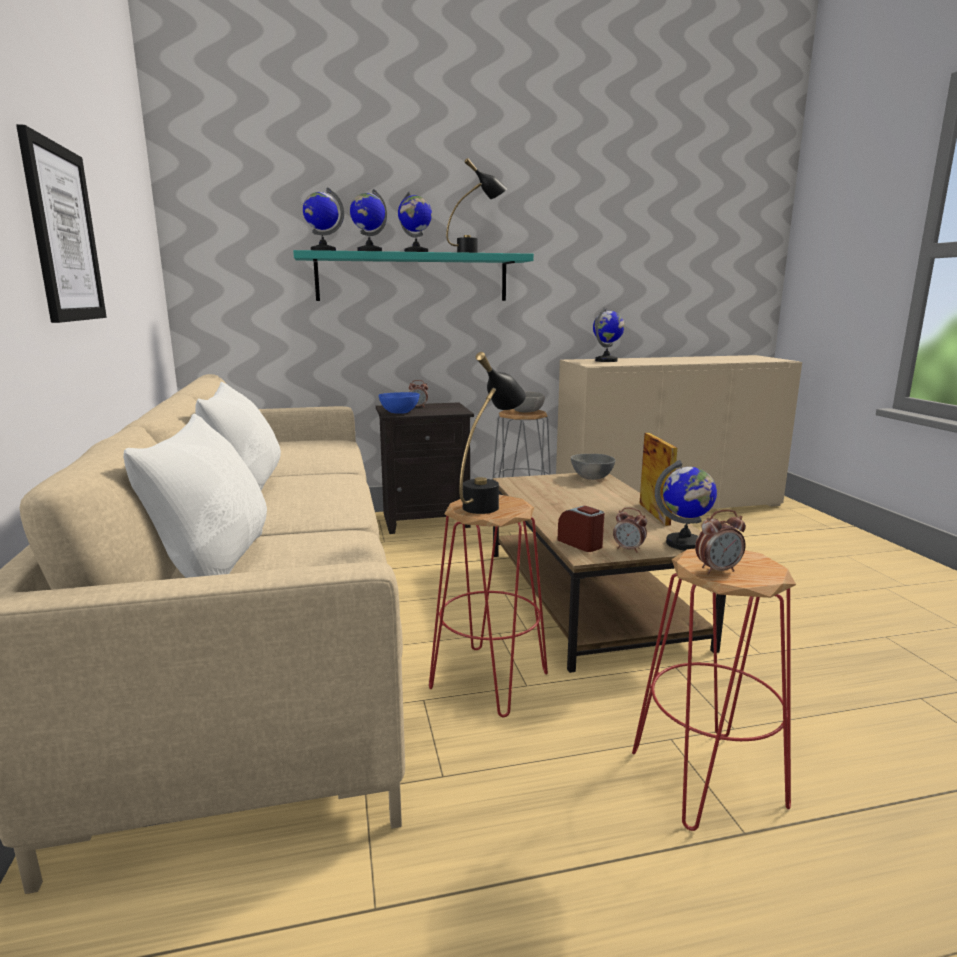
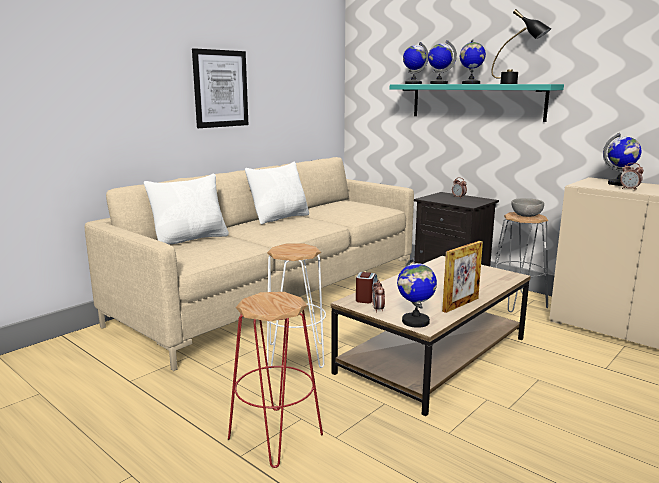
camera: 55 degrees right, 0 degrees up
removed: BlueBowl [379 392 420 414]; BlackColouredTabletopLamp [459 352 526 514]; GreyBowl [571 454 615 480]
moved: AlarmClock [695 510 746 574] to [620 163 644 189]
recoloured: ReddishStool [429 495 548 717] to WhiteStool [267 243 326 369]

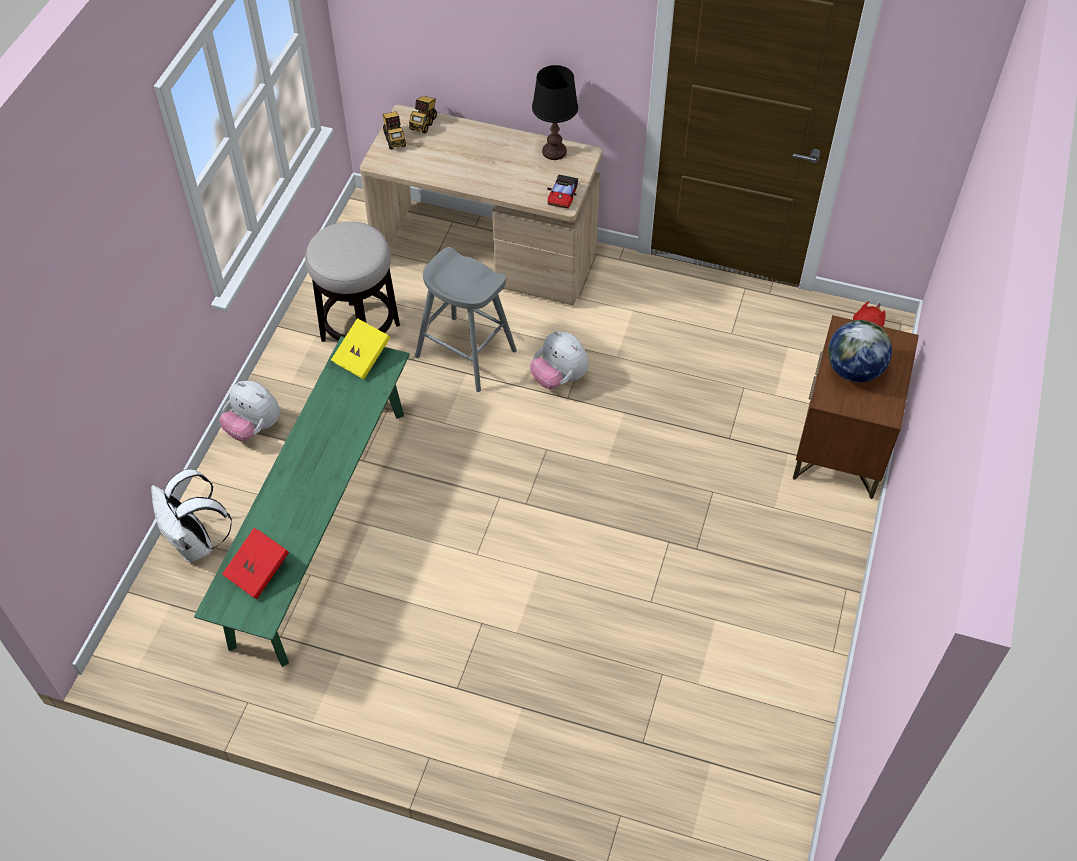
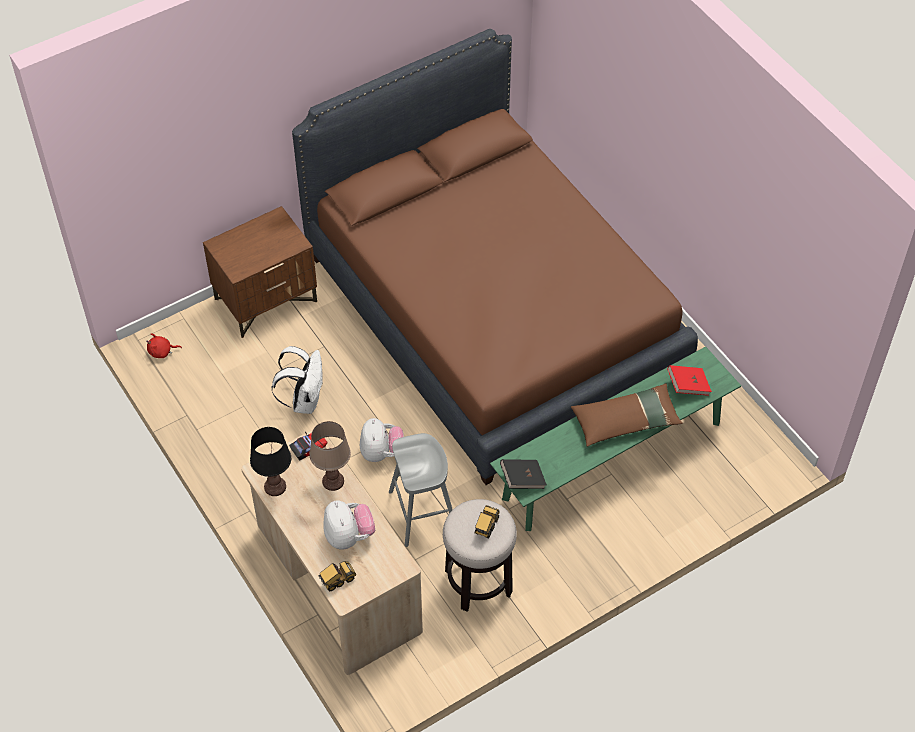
camera: 140 degrees left, 0 degrees up
removed: WorldGlobe [828 320 892 383]
added: BrownColouredSleepingBed [292 29 698 485]; BrownColouredTabletopLamp [309 421 351 491]; BrownColouredThrowPillow [571 383 683 447]
moved: WhiteKnapsack [151 469 232 562] to [271 346 323 414]; PlushToy [219 381 280 441] to [323 500 375 549]; ToyTruck [382 112 406 149] to [475 505 500 539]
recoloured: YellowVolume [331 318 391 379] to BlackColouredVolume [500 459 547 489]

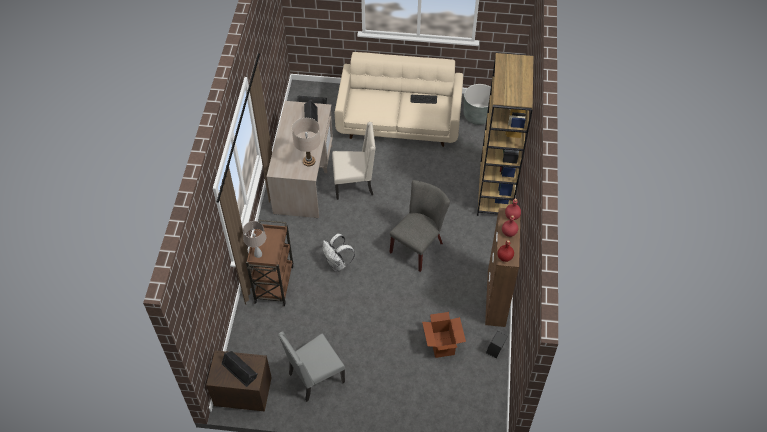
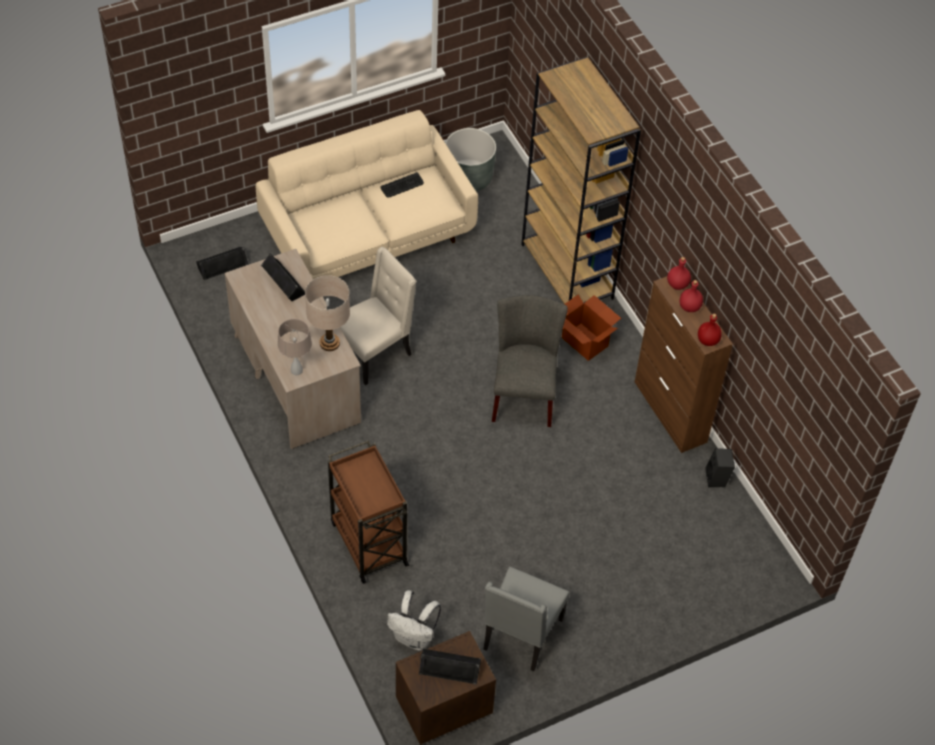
camera: 35 degrees left, 0 degrees up
moved: BeigeColouredTabletopLamp [243 221 266 258] to [278 319 312 375]; WhiteKnapsack [322 234 355 271] to [387 590 441 651]; CardboardBox [422 312 466 358] to [562 294 621 361]

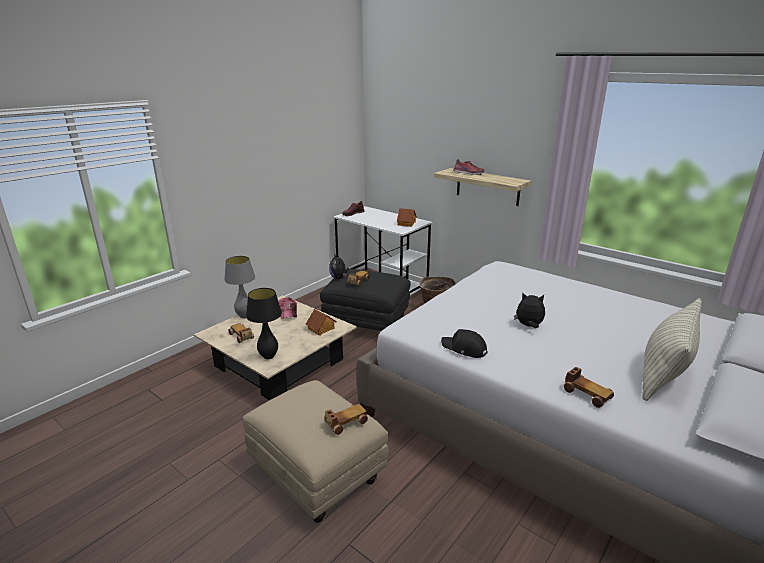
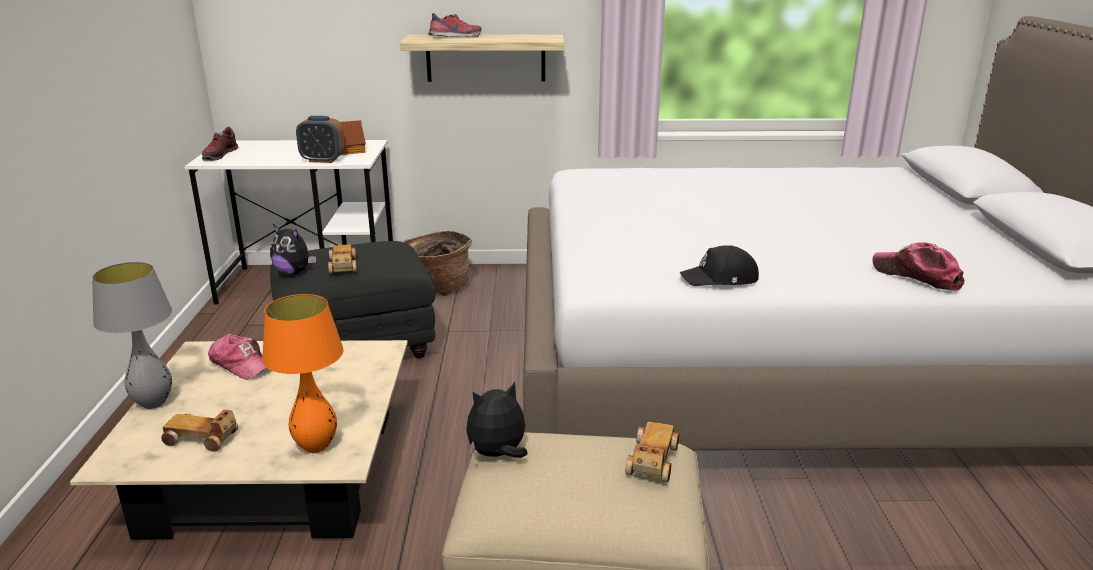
camera: 40 degrees left, 0 degrees up
removed: ModelHouse [306 309 337 336]; ThrowPillow [642 298 702 401]
added: AlarmClock [296 116 345 163]
moved: PlushToy [514 293 545 328] to [466 382 528 458]
replaced: ModelCar [564 367 614 408] to Cap [872 242 965 291]
recoloured: BlackColouredTabletopLamp [246 288 282 359] to OrangeTabletopLamp [262 294 344 453]

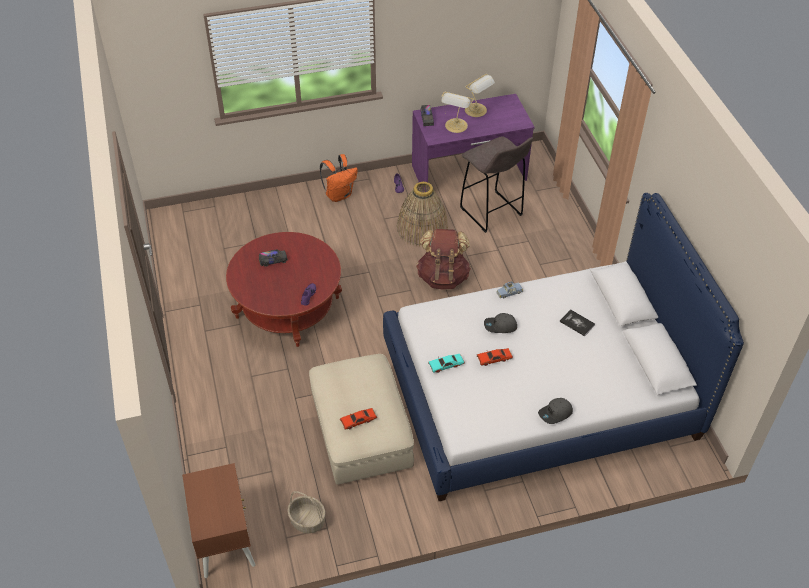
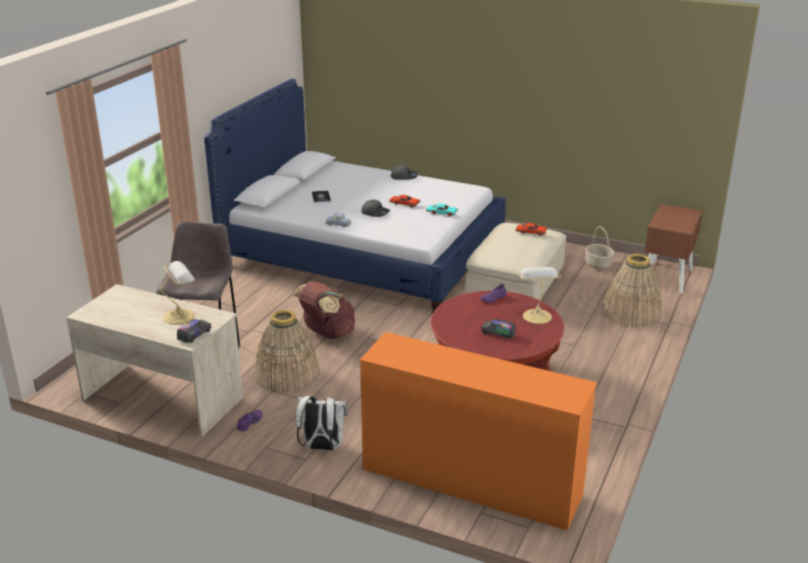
camera: 140 degrees left, 20 degrees down
added: OrangeChestOfDrawers [360 332 597 531]; HouseholdBasket [602 254 662 329]
moved: TabletopLamp [465 74 495 117] to [519 267 561 324]
recoloured: PurpleDeskUnit [412 94 535 192] to BeigeColouredDeskUnit [66 284 243 437]; OrangeKnapsack [320 154 358 202] to WhiteKnapsack [296 395 348 450]

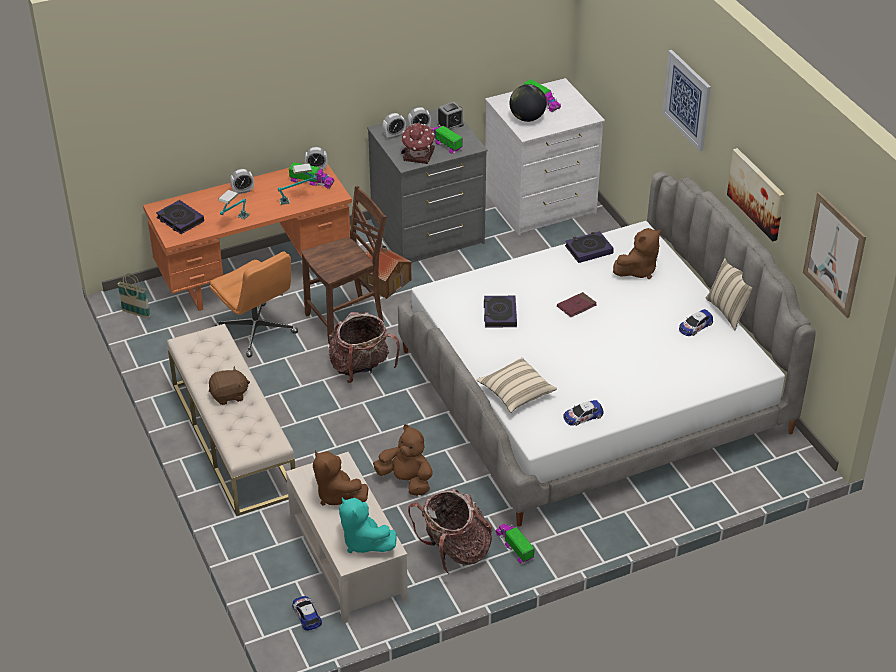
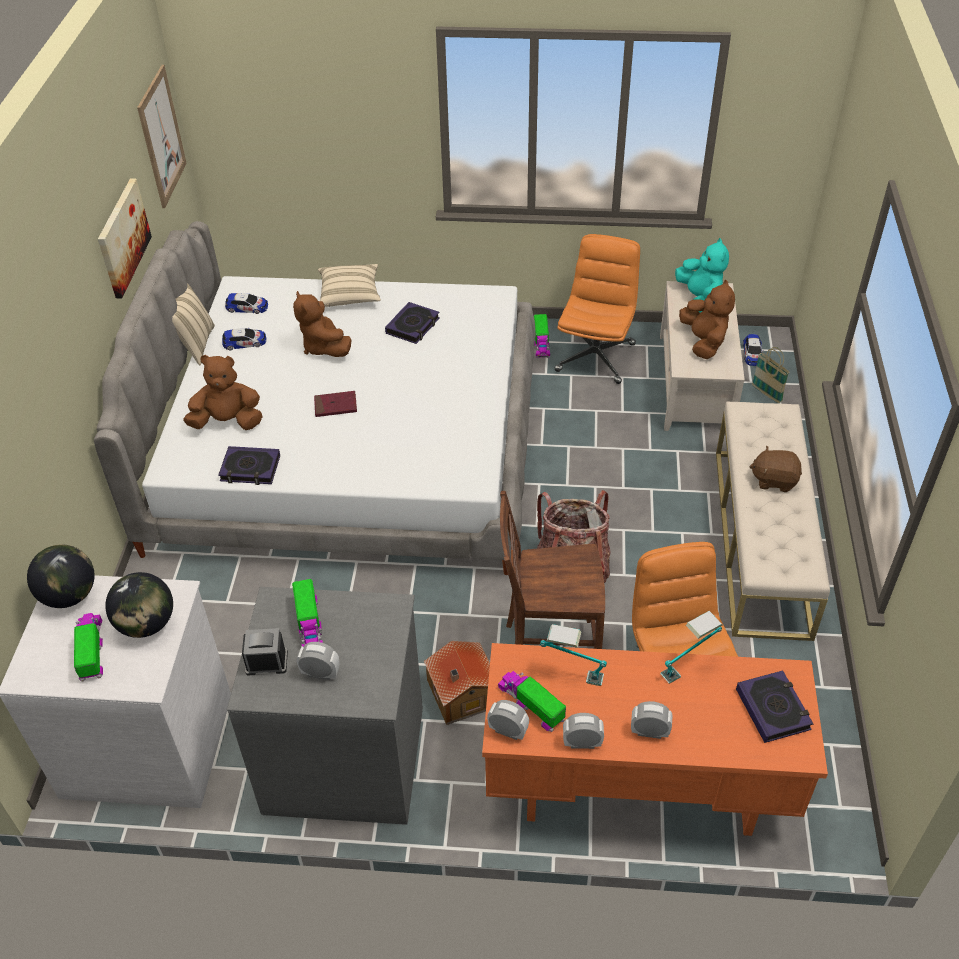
camera: 150 degrees left, 5 degrees up
removed: ModelHouse [401 123 435 164]; WallPicture [662 50 711 151]
added: WorldGlobe [27 545 95 608]
moved: ModelCar [563 400 604 426] to [225 293 268 314]; BrownColouredPlushToy [373 424 433 496] to [293 291 351 357]; BeigeColouredThrowPillow [476 357 557 413] to [318 264 381 307]; Volume [484 296 517 327] to [385 302 440 344]; AlarmClock [383 113 406 139] to [563 713 604 749]; HouseholdBasket [117 273 151 318] to [752 347 789 403]
replaced: Knapsack [408 489 492 574] to OrangeDeskChair [554 234 640 384]

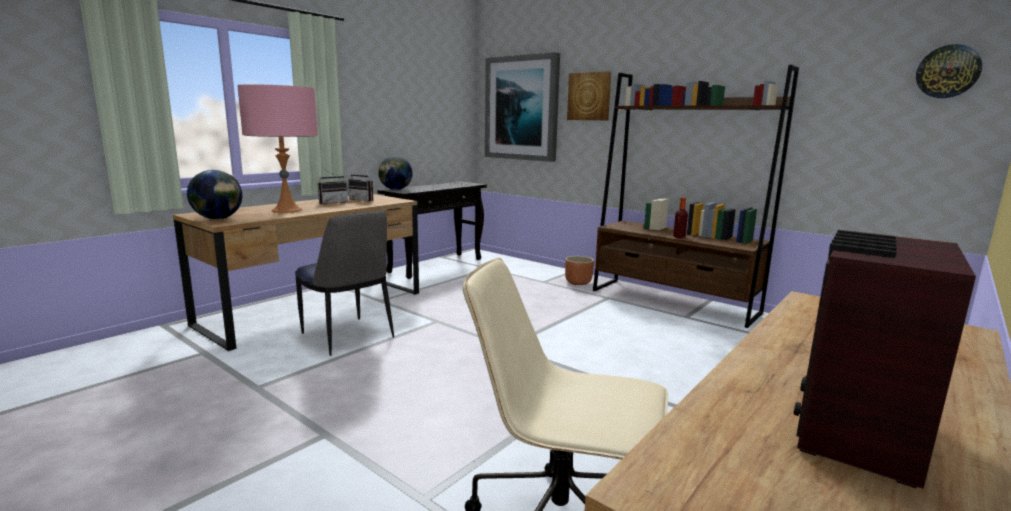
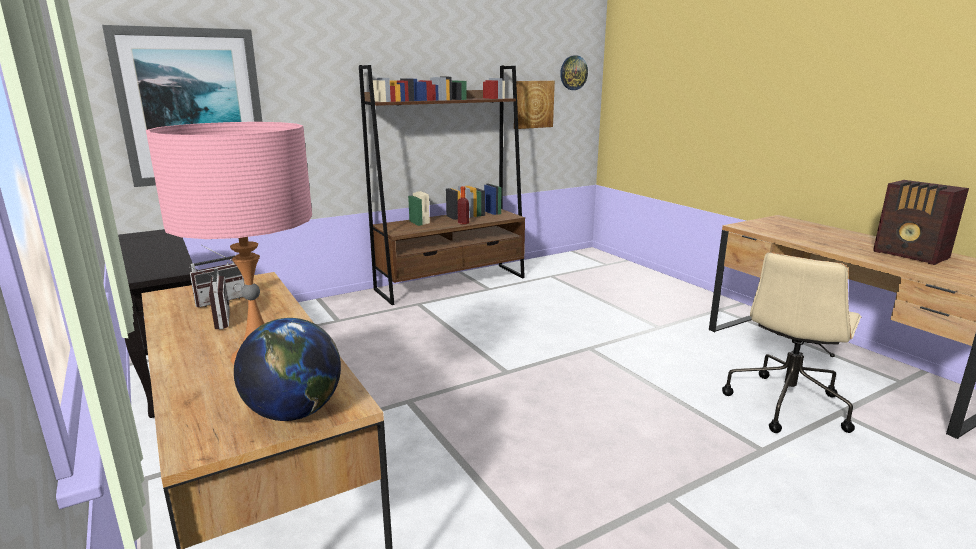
camera: 70 degrees left, 5 degrees up
removed: Chair [295 211 394 356]; WorldGlobe [378 156 413 190]; BrownColouredFlowerPot [565 256 594 285]
moved: WallPicture [567 71 611 120] to [514 81 555 129]

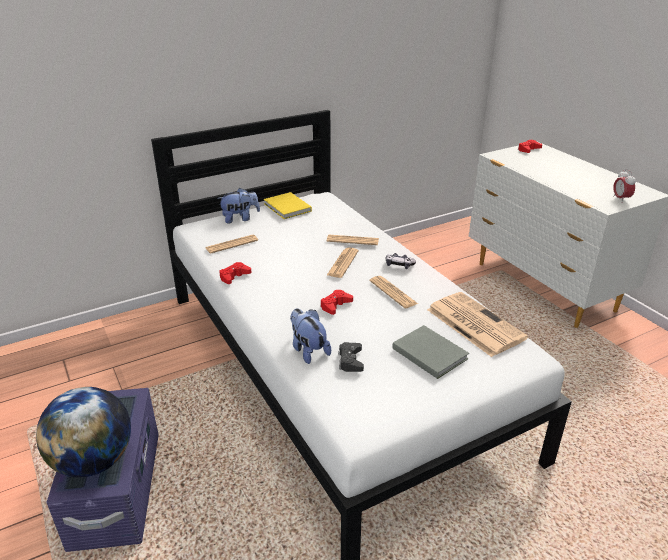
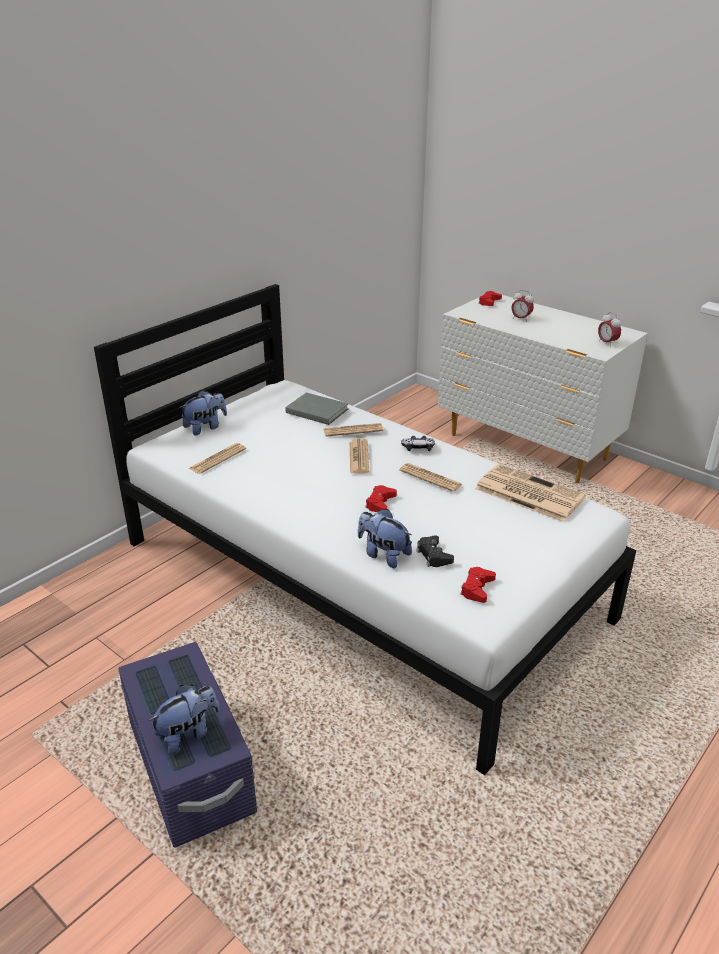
camera: 20 degrees left, 0 degrees up
removed: YellowVolume [264 192 312 219]
added: AlarmClock [511 290 534 322]
moved: GreyVolume [392 325 469 379] to [286 392 348 425]; ReddishJoypad [219 262 251 284] to [460 567 496 603]
replaced: WorldGlobe [36 387 131 477] to PlushToy [149 685 220 755]

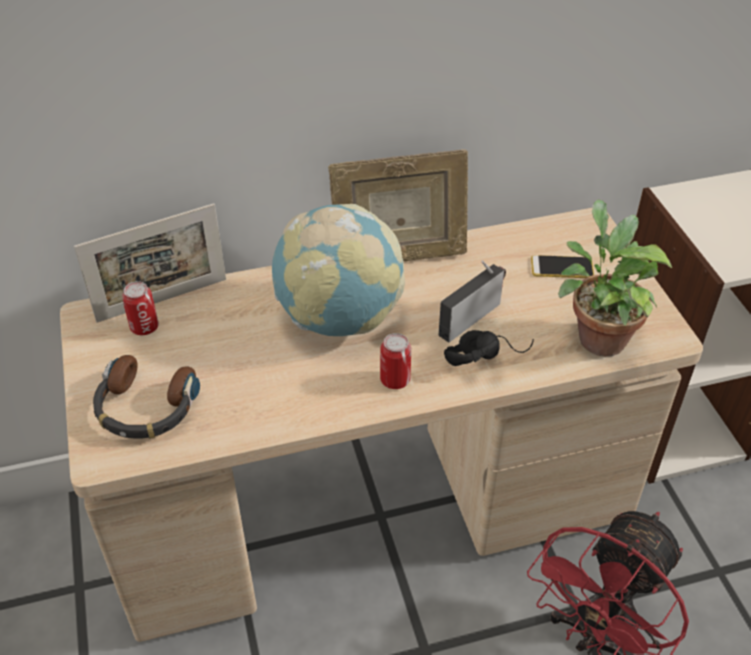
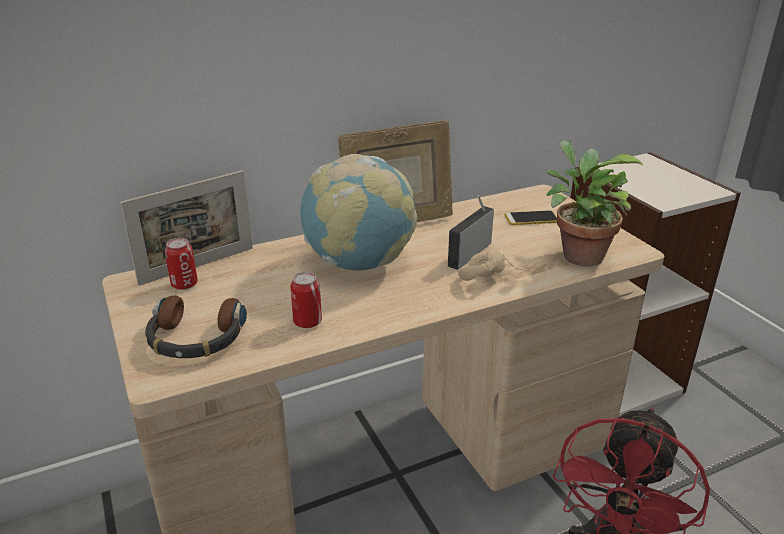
camera: 10 degrees left, 15 degrees down
moved: Can [380 333 411 389] to [290 272 322 328]
recoloured: BlackColouredPairOfHeadphones [444 330 534 366] to BeigeColouredPairOfHeadphones [458 249 530 281]

